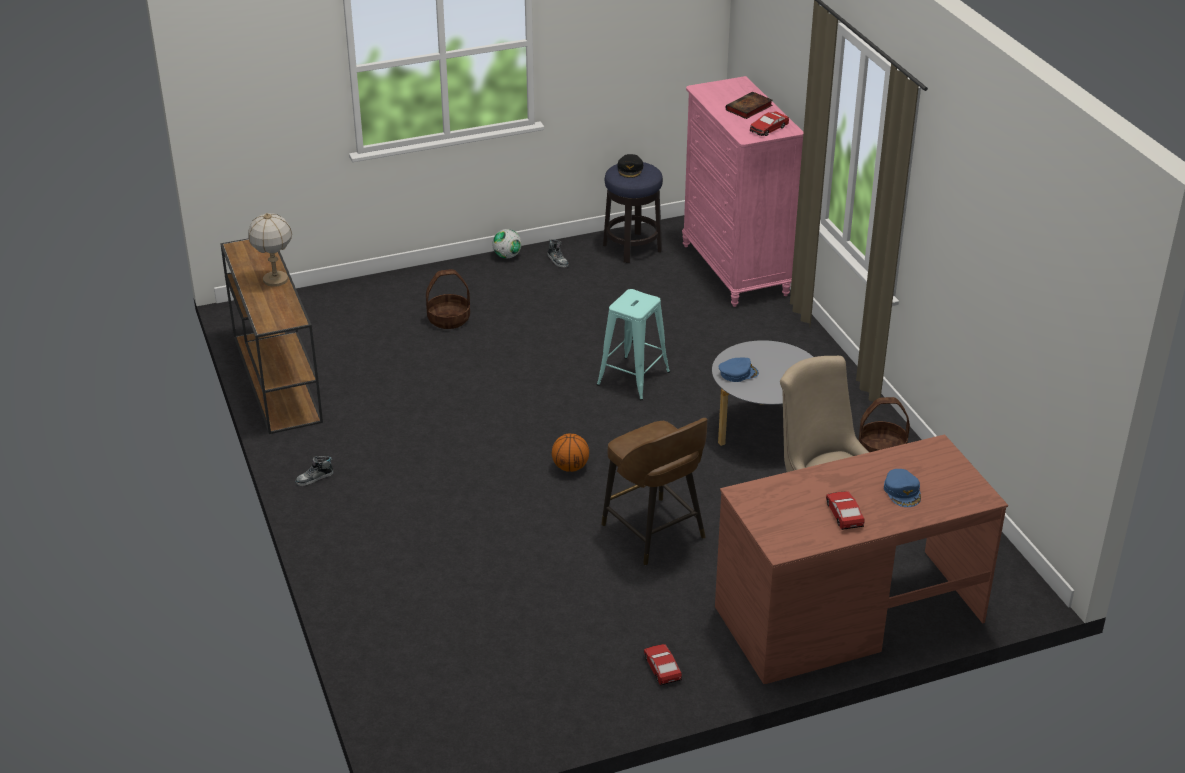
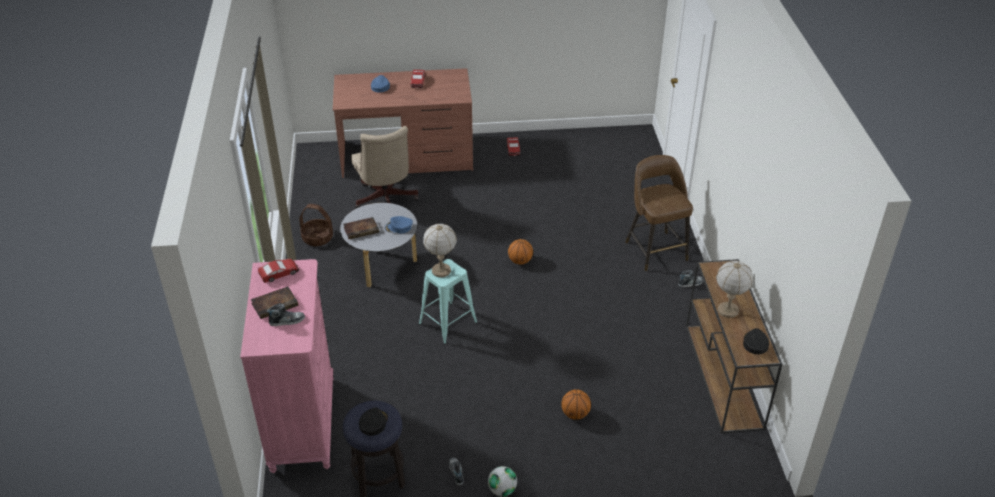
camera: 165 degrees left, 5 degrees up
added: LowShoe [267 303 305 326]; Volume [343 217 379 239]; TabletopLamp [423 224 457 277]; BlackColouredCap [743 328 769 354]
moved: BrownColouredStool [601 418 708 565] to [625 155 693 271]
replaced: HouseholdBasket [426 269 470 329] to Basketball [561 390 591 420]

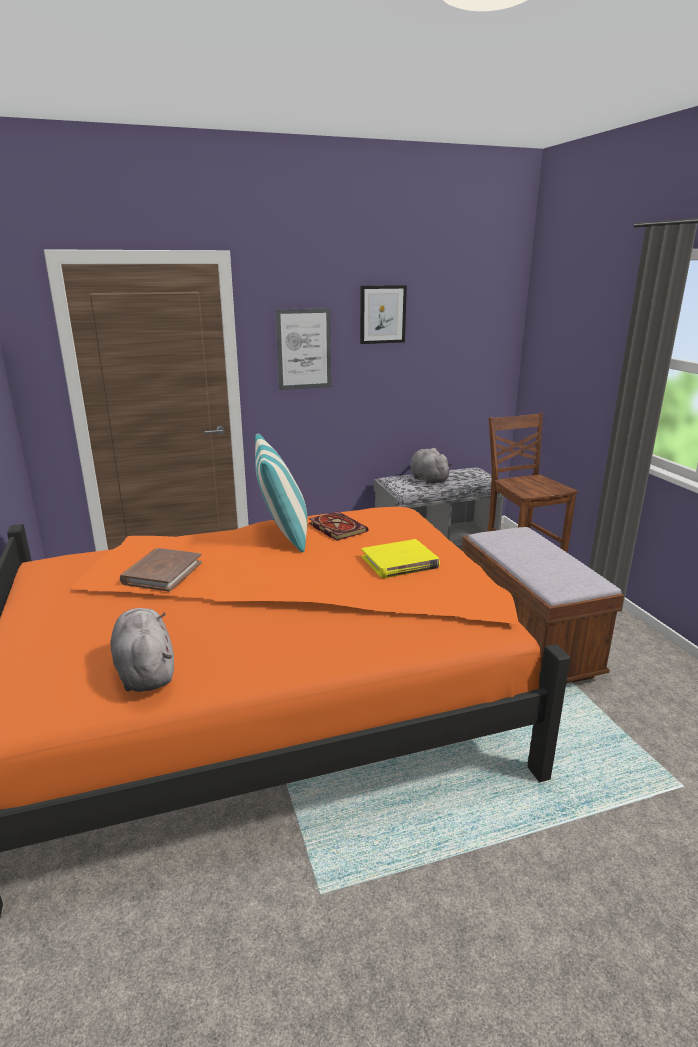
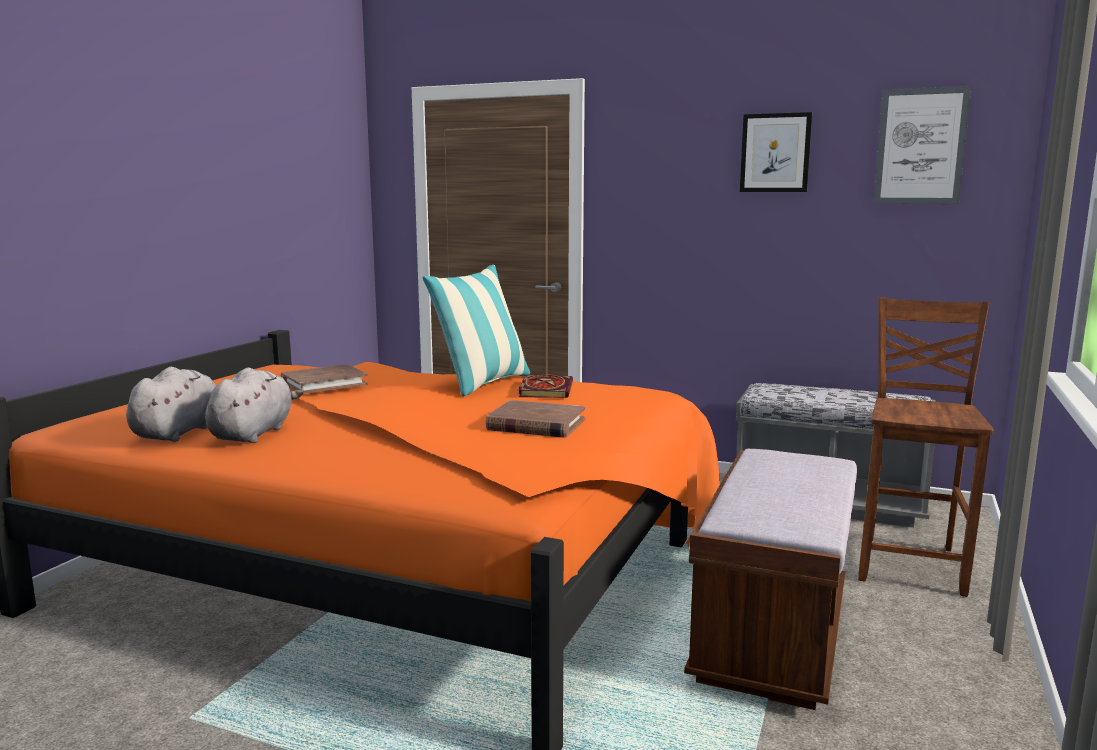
camera: 40 degrees right, 10 degrees down
moved: GreyPlushToy [410 448 453 484] to [205 368 303 443]; WallPicture [275 308 331 390] to [873 86 971 204]
recoloured: YellowVolume [362 539 440 578] to BrownColouredVolume [485 400 586 438]

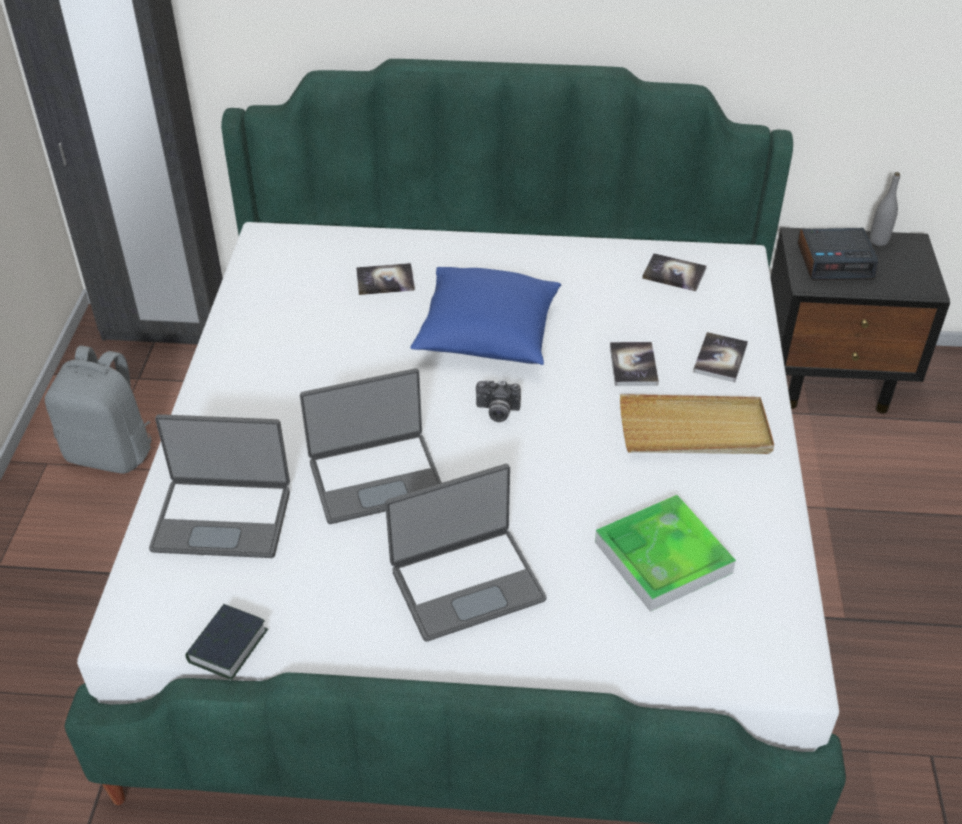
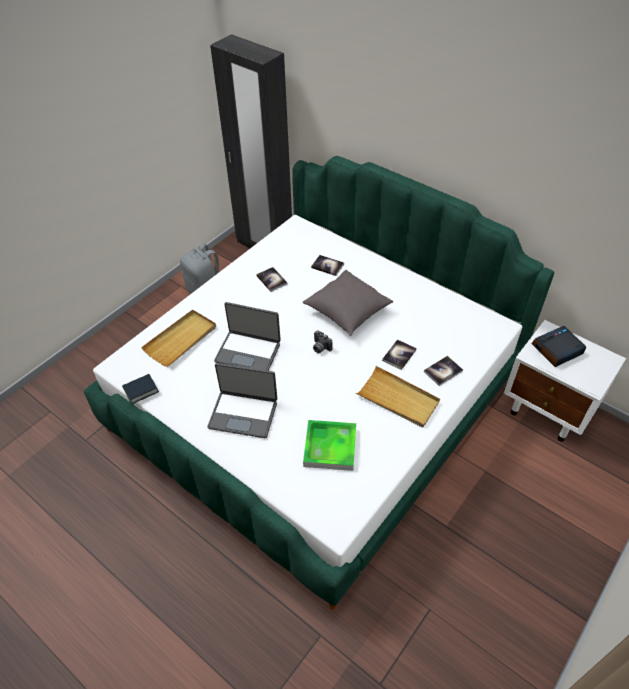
camera: 35 degrees right, 5 degrees up
removed: GreyBeverageBottle [869 172 900 246]
moved: Volume [642 253 707 291] to [256 267 288 292]
replaced: PortableComputer [149 414 290 558] to BeigeColouredCarryingTray [141 310 216 367]
recoloured: BlueThrowPillow [410 267 561 365] to GreyThrowPillow [302 270 393 336]; BlackColouredBedsideTable [770 227 950 414] to WhiteBedsideTable [504 320 626 442]
turned: AlarmClock [798 228 878 280] = [531 326 586 367] 120 degrees clockwise

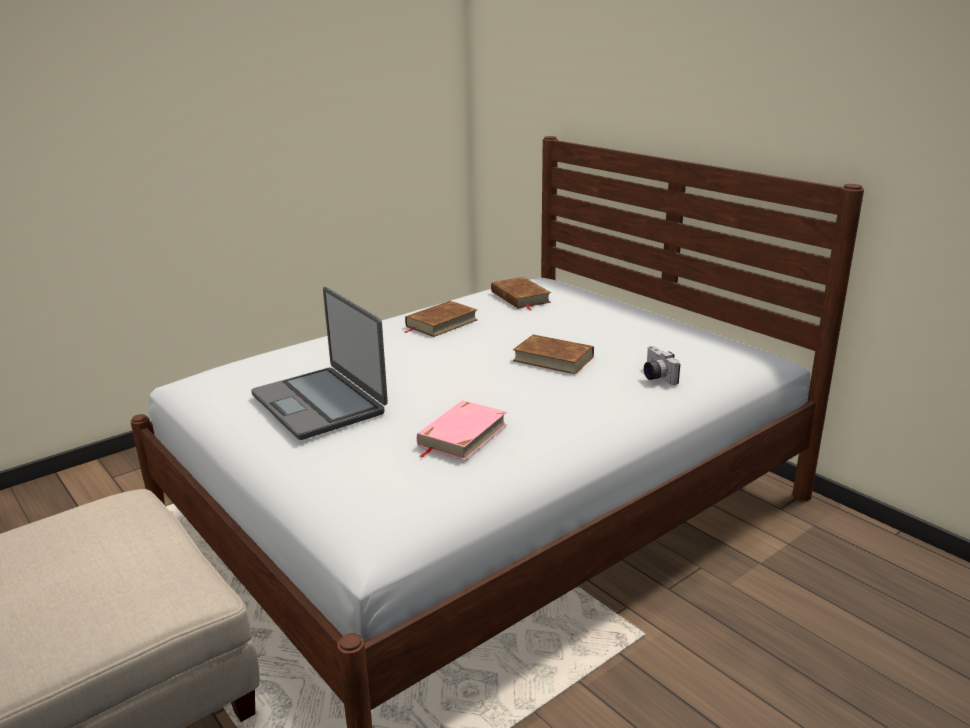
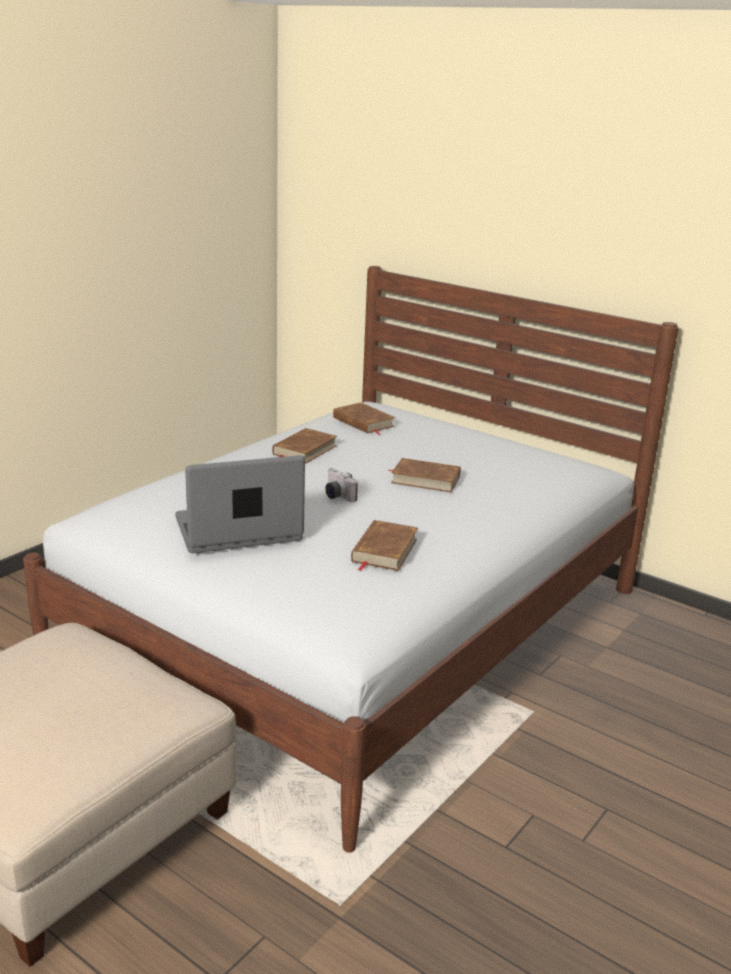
camera: 15 degrees left, 0 degrees up
moved: StillCamera [644 346 680 385] to [325 468 358 502]
recoloured: PinkVolume [417 400 507 461] to BrownColouredVolume [351 520 418 571]
turned: PortableComputer [251 287 388 440] = [175 455 305 553] 120 degrees clockwise

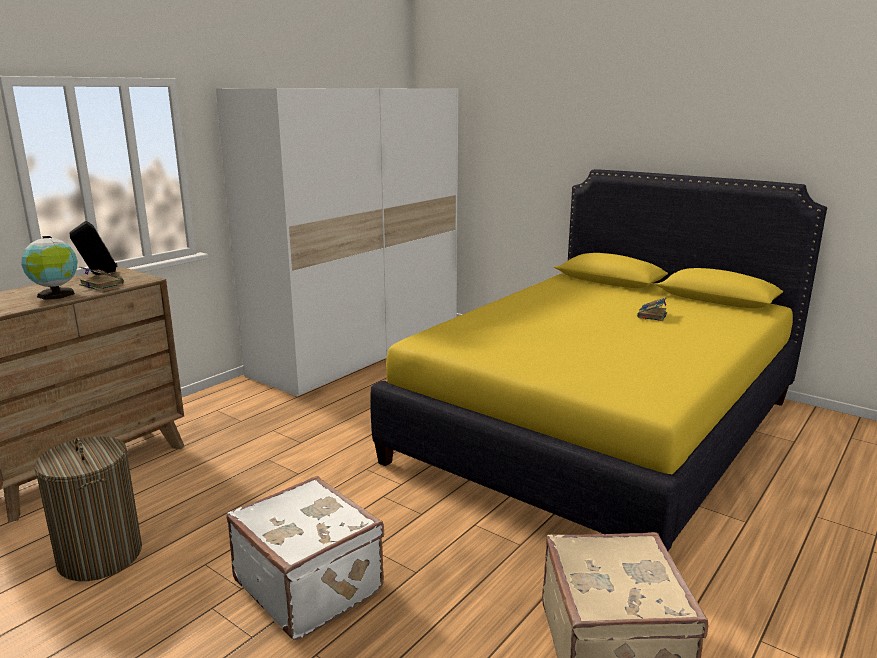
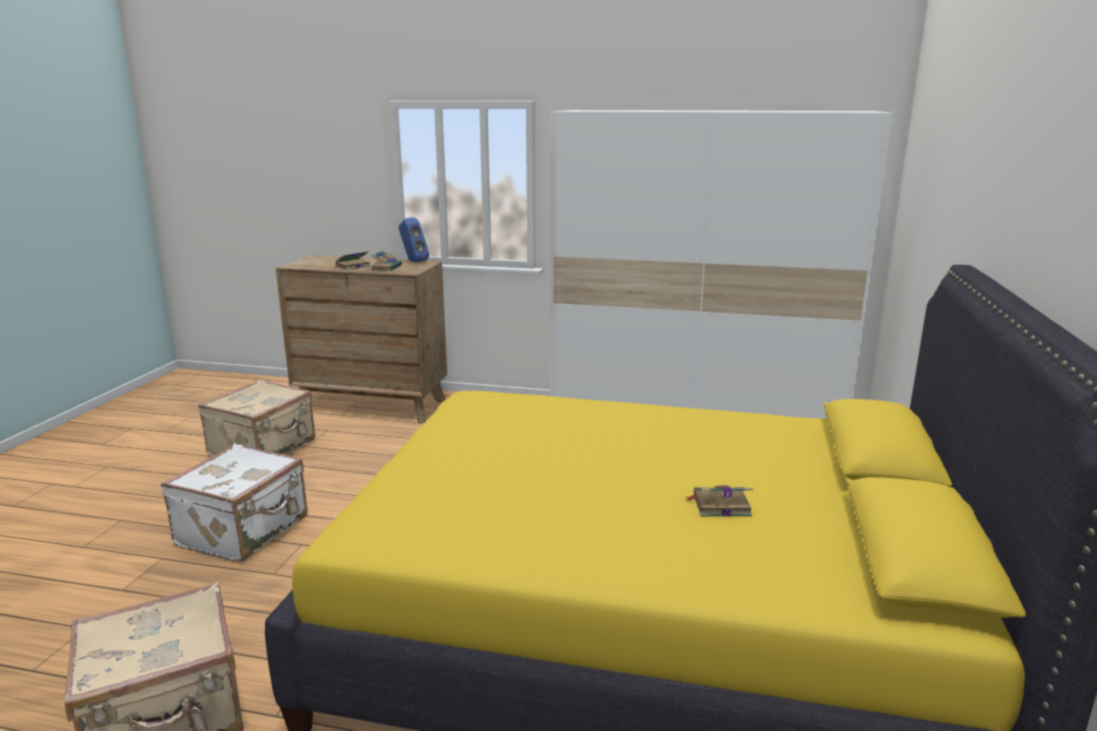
camera: 65 degrees right, 0 degrees up
replaced: LaundryBasket [34 436 142 581] to BeigeColouredSuitcase [198 380 315 457]; WorldGlobe [22 236 77 300] to Volume [333 251 371 270]
recoloured: BlackColouredLoudspeaker [70 221 118 275] to BlueLoudspeaker [398 217 429 262]

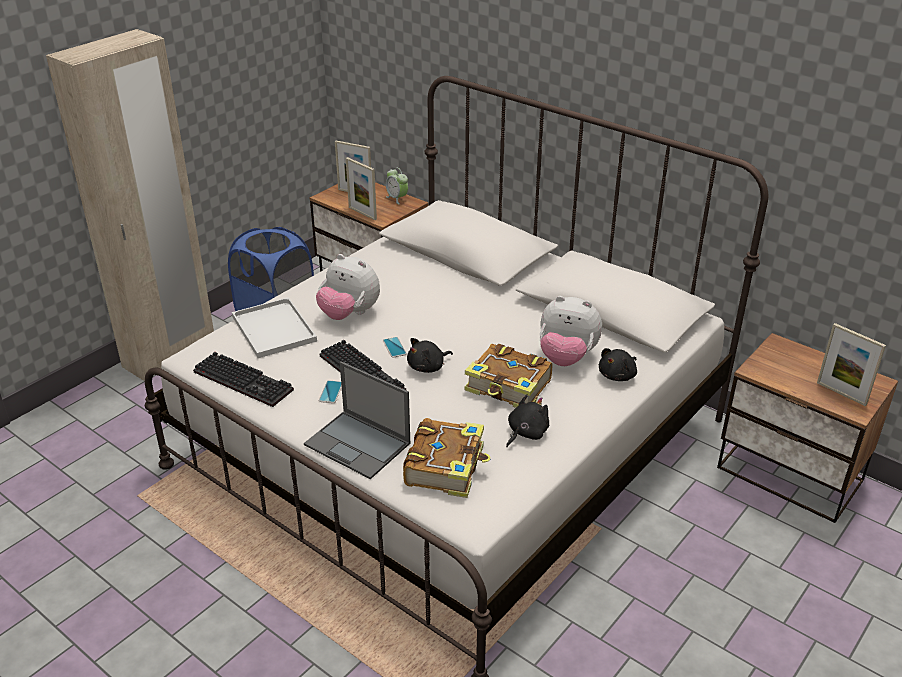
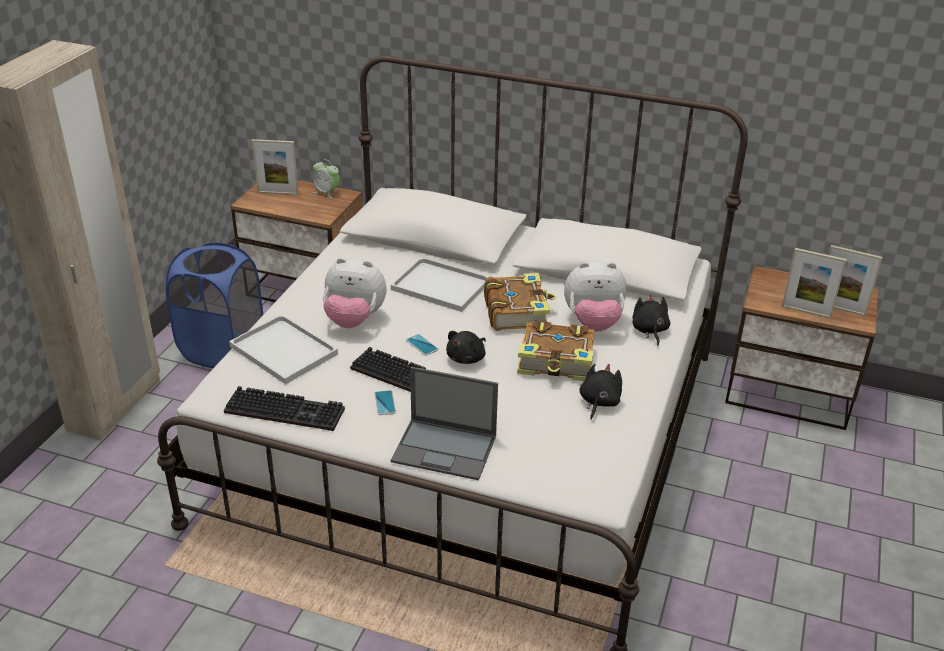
camera: 20 degrees left, 0 degrees up
added: WhiteCarryingTray [391 257 488 312]
moved: Volume [403 418 491 498] to [484 273 556 331]; PictureFrame [346 157 377 220] to [782 248 847 319]
turned: BlackColouredPlushToy [599 348 637 381] = [632 294 670 346] 150 degrees clockwise

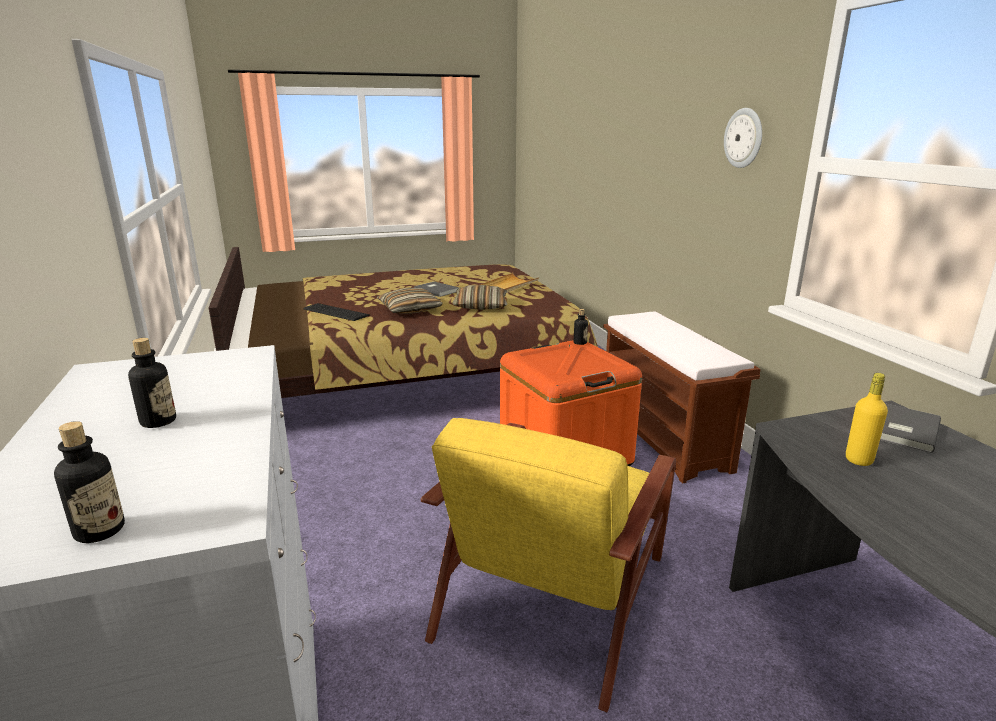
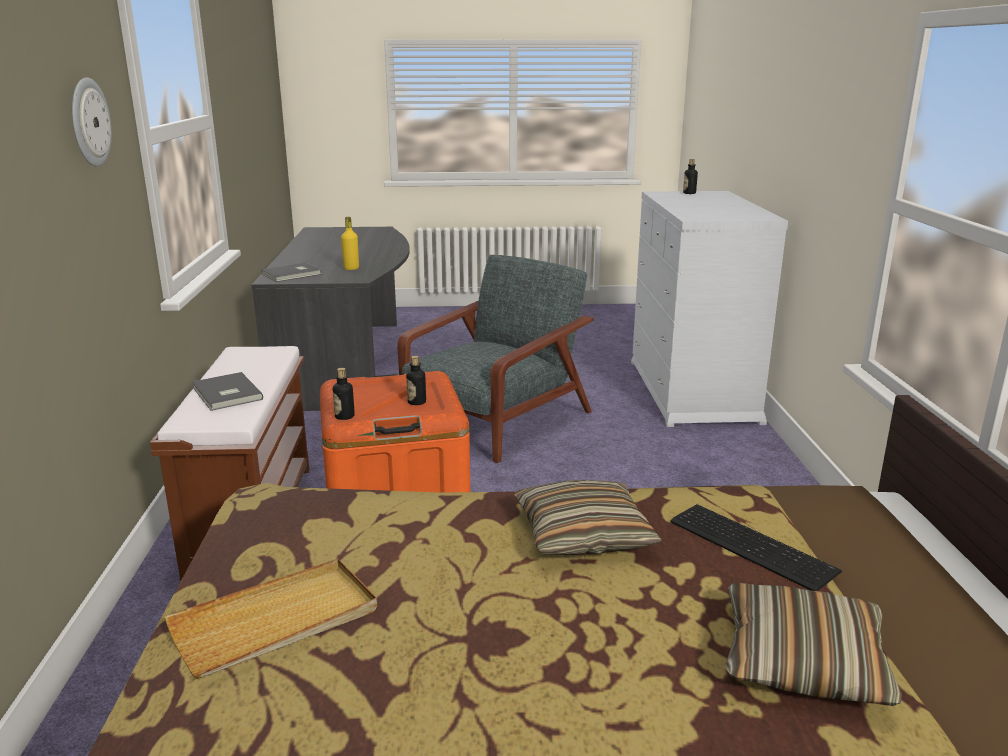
camera: 165 degrees left, 0 degrees up
moved: GreyVolume [414 281 459 297] to [192 372 263 411]; BeverageBottle [128 338 176 428] to [406 356 426 405]; ThrowPillow [452 285 507 310] to [725 583 902 706]
recoloured: YellowArmchair [421 418 676 712] to GreyArmchair [397 255 594 463]

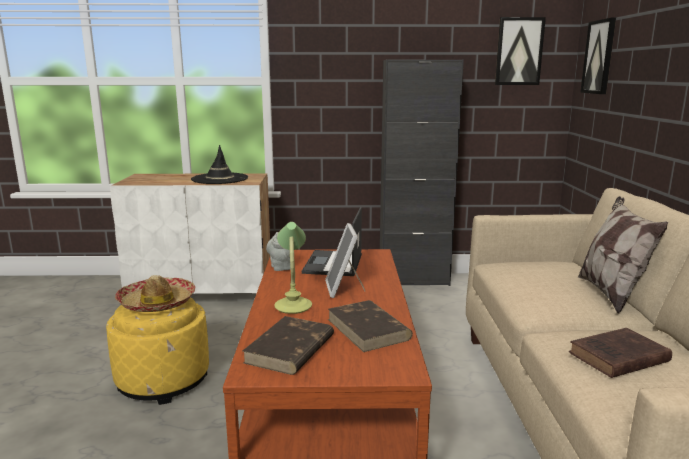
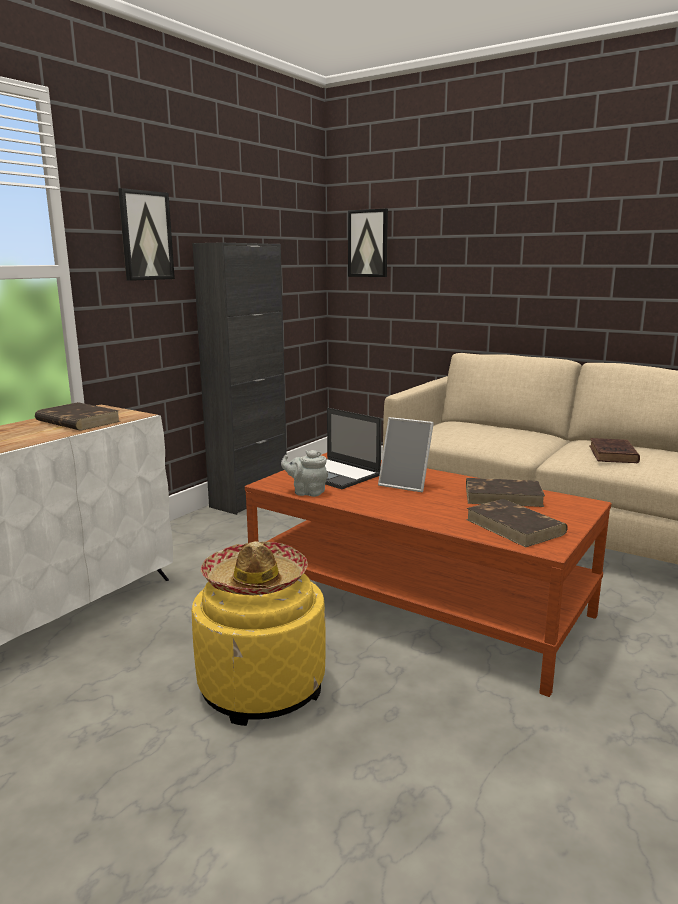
camera: 55 degrees left, 0 degrees up
removed: TabletopLamp [274 222 312 314]; ThrowPillow [578 196 668 314]
moved: WallPicture [495 17 546 85] to [118 188 175 281]
replaced: BlackColouredClothingHat [191 145 248 184] to BrownColouredVolume [35 402 121 430]

